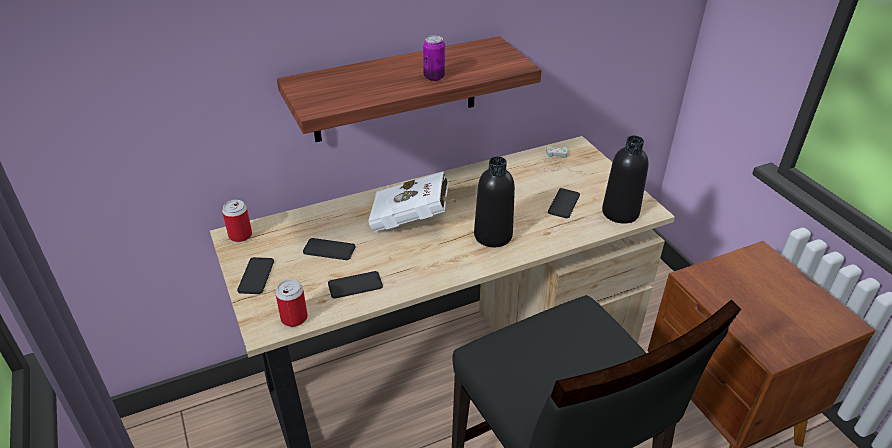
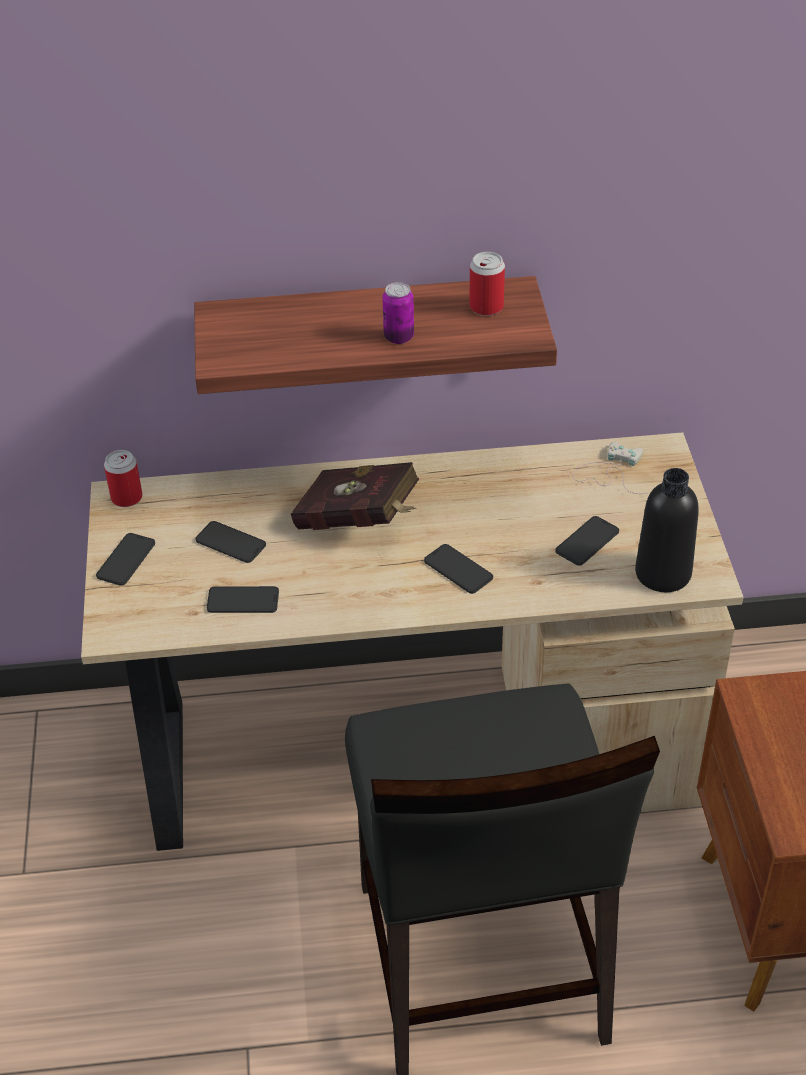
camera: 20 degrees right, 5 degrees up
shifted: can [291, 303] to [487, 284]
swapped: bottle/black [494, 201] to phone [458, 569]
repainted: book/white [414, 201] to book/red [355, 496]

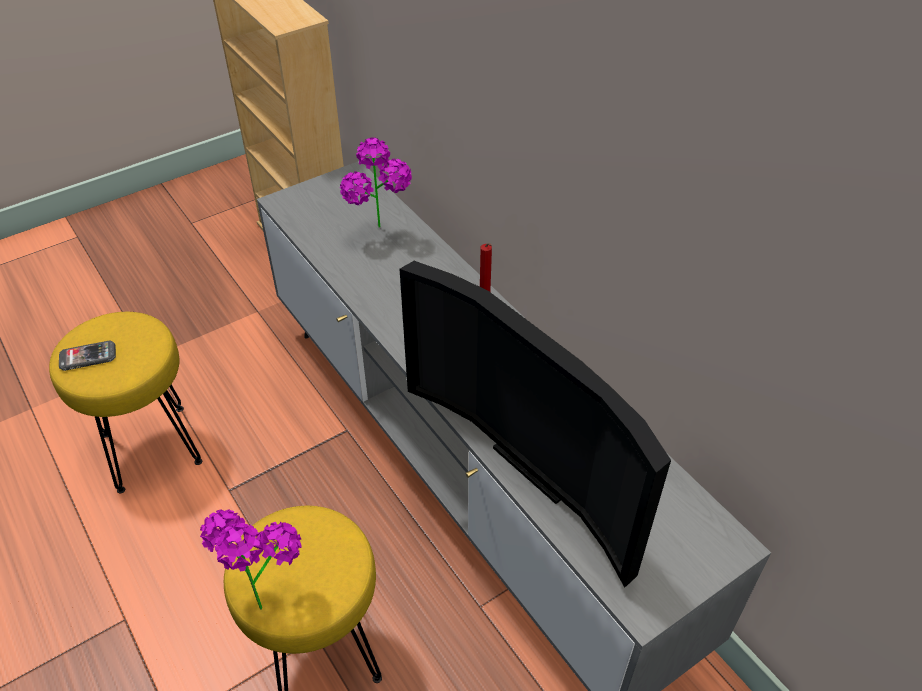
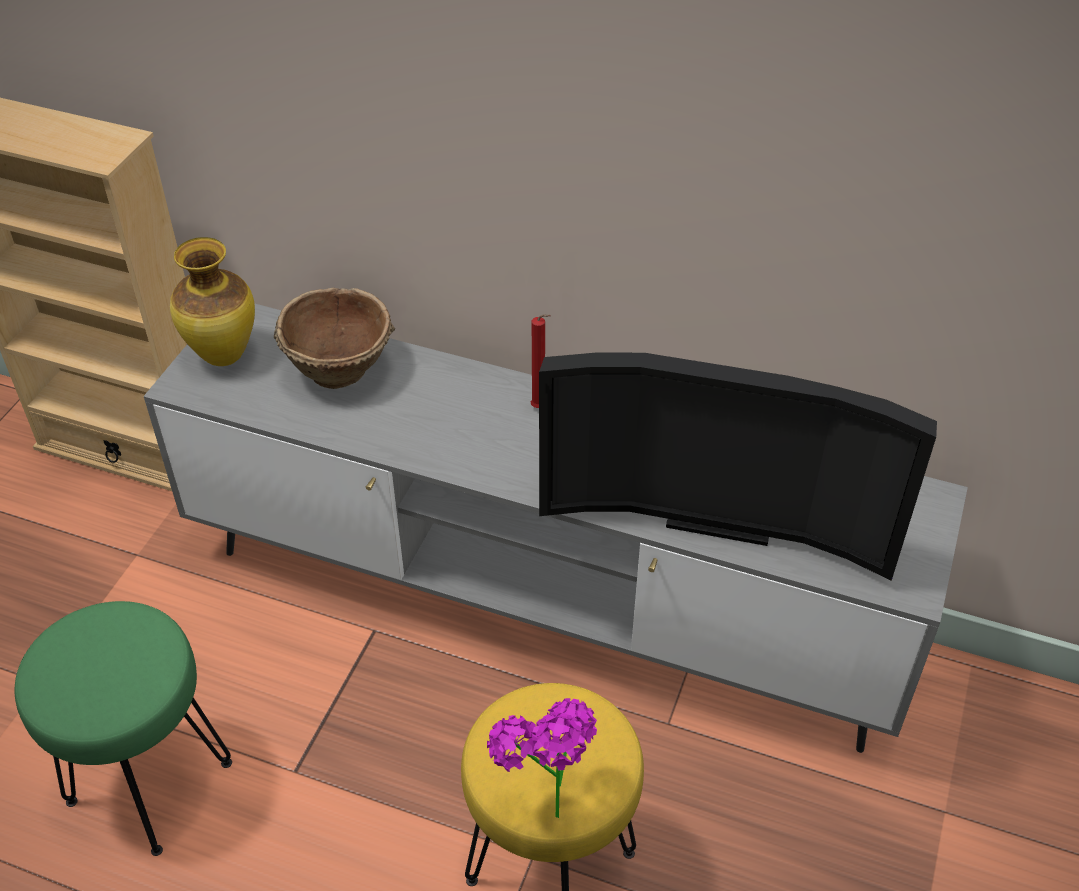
camera: 35 degrees left, 0 degrees up
gone: phone [87, 355]
new: vase [212, 301]
swapped: potted plant [376, 182] to bowl/brown [334, 338]
repainted: stool/yellow [126, 402] to stool/green [123, 728]

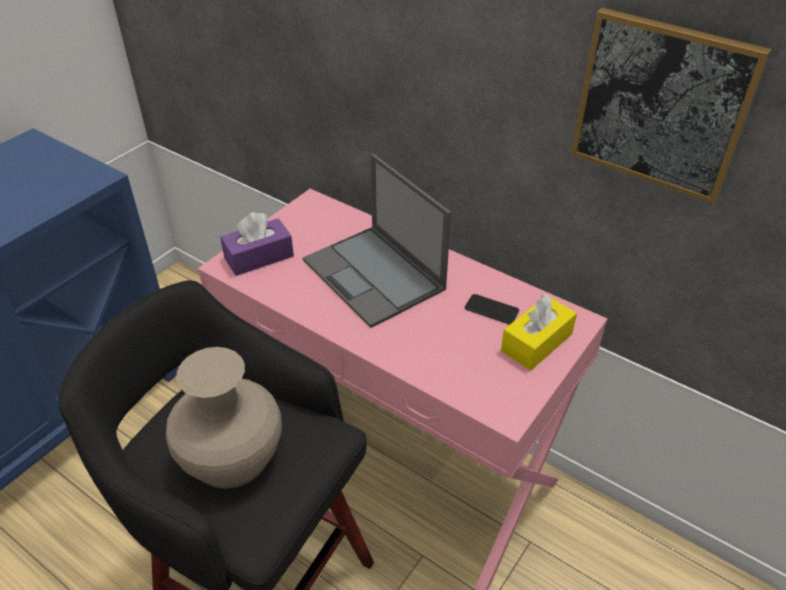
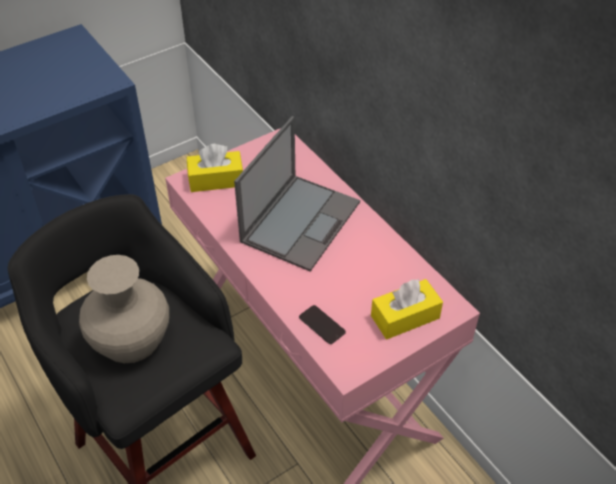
camera: 20 degrees right, 5 degrees up
gone: picture [671, 106]
shifted: phone [492, 309] to [322, 324]
repainted: tissue box/purple [257, 244] to tissue box/yellow [215, 168]
rotated: laptop [377, 241] = [297, 194] 135 degrees counterclockwise

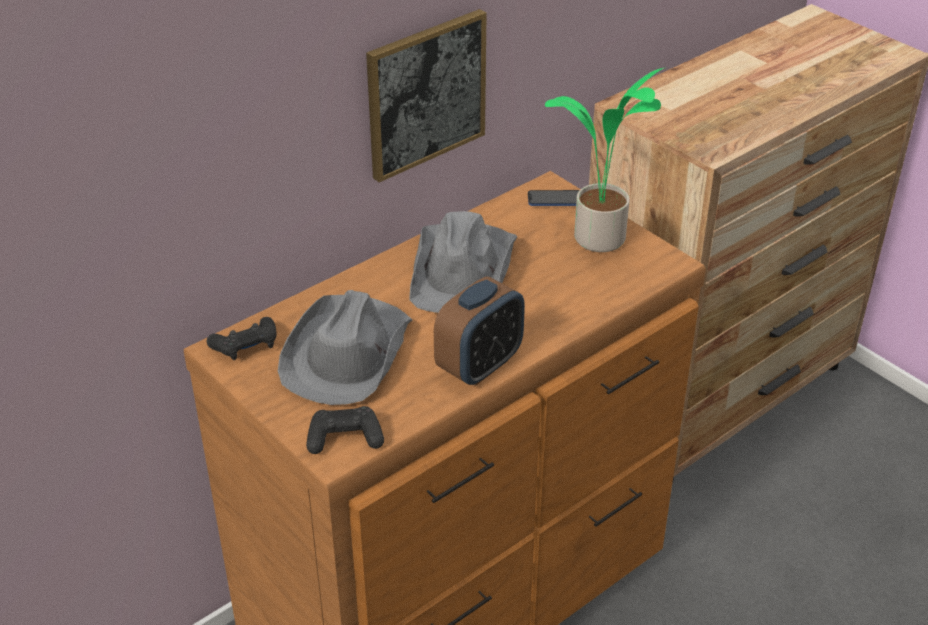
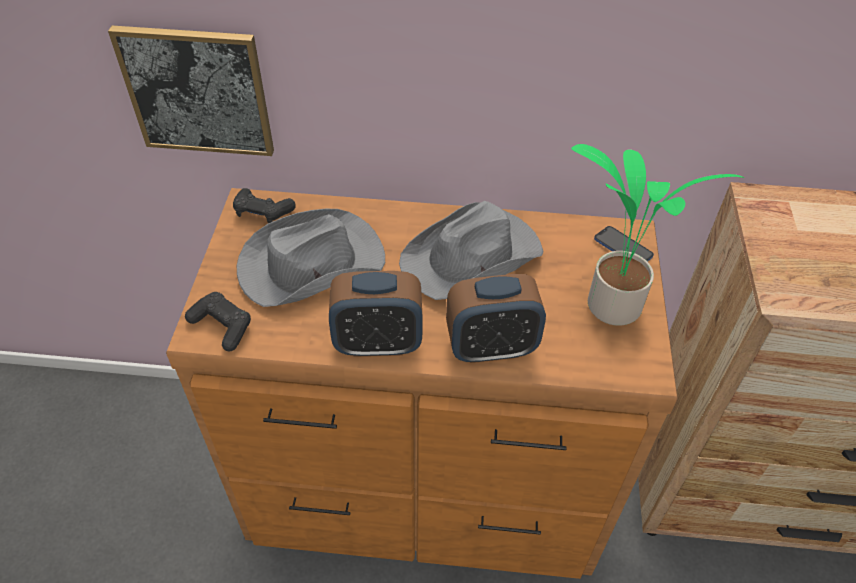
camera: 45 degrees right, 10 degrees up
new: alarm clock [496, 318]
shifted: picture [426, 95] to [191, 90]

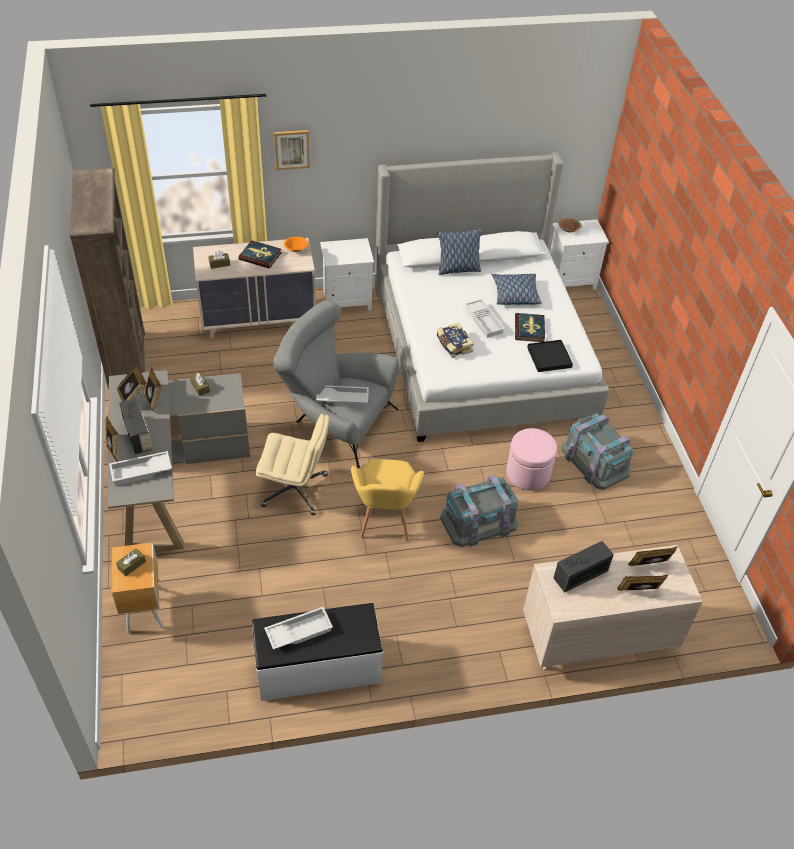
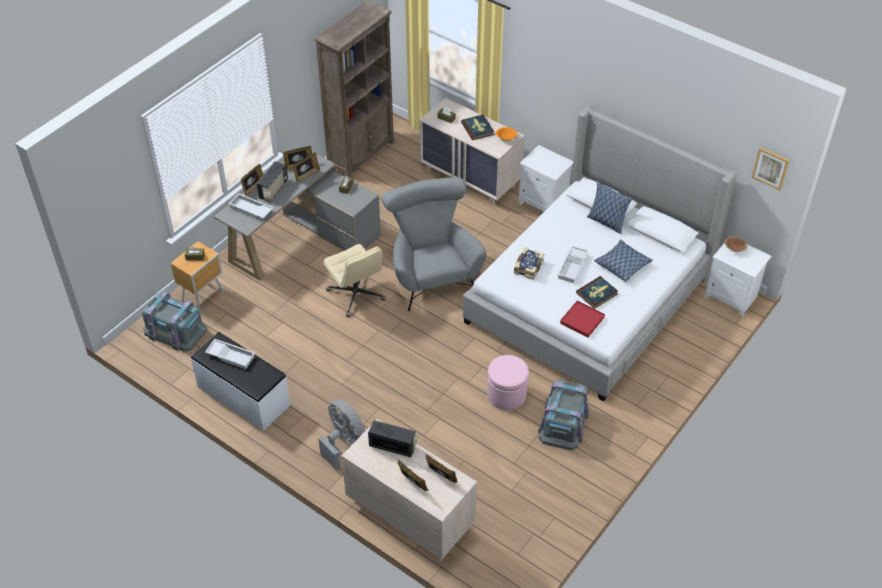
camera: 50 degrees right, 0 degrees up
gone: tray/white [342, 396]; armchair/yellow [387, 500]
new: fan/grey [341, 435]
shifted: picture [292, 150] to [771, 168]; storage box/grey [479, 511] to [174, 321]
repainted: tray/black [550, 356] to tray/red [582, 319]

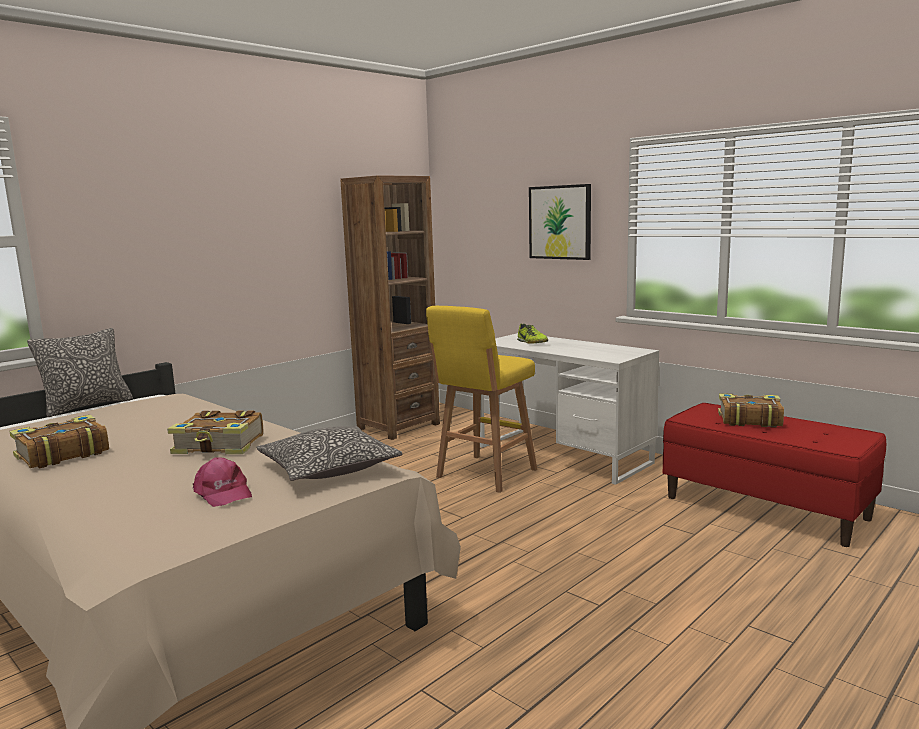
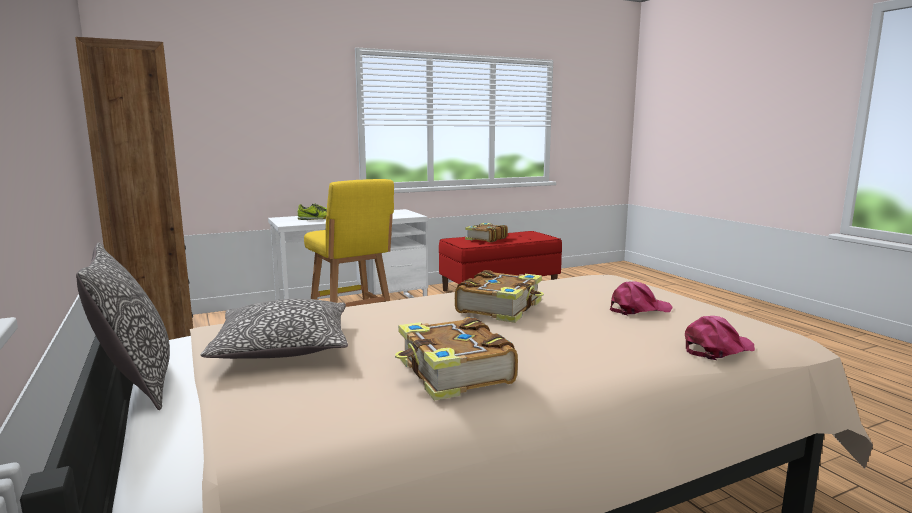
camera: 70 degrees left, 0 degrees up
gone: picture [560, 222]
new: cap/pink [720, 338]
shifted: pillow [329, 453] to [274, 329]

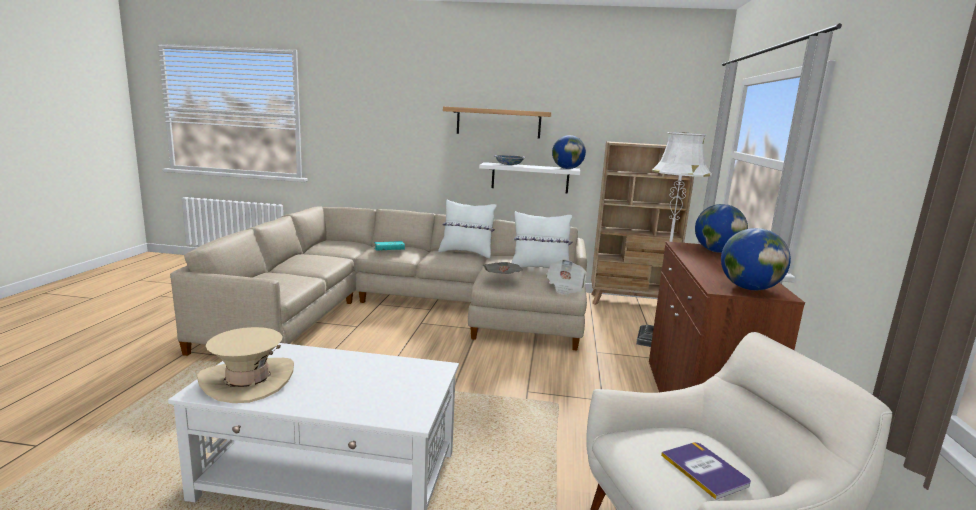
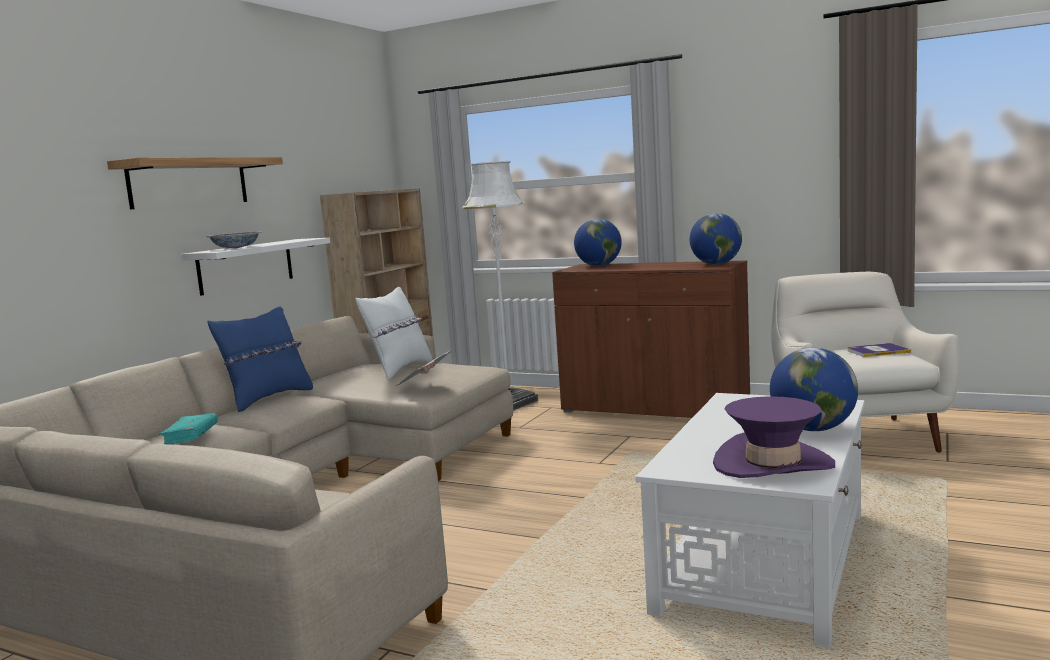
camera: 70 degrees left, 5 degrees down
gone: newspaper [566, 277]
shifted: globe [569, 152] to [814, 389]
repainted: pillow/white [467, 229] to pillow/blue [260, 359]; hat/beige [245, 365] to hat/purple [774, 437]

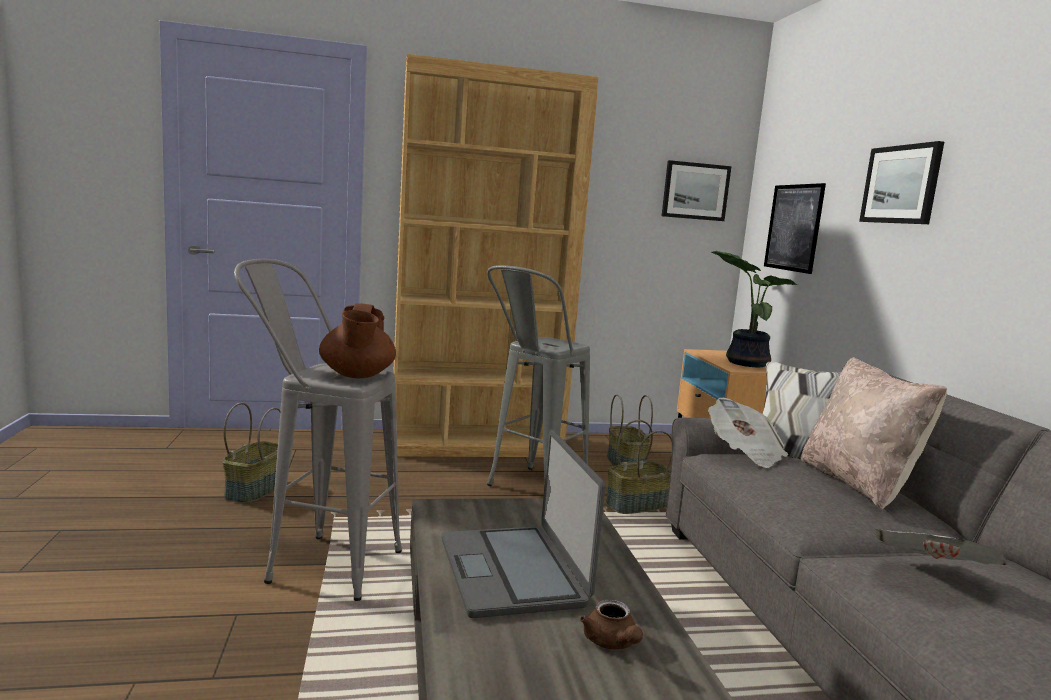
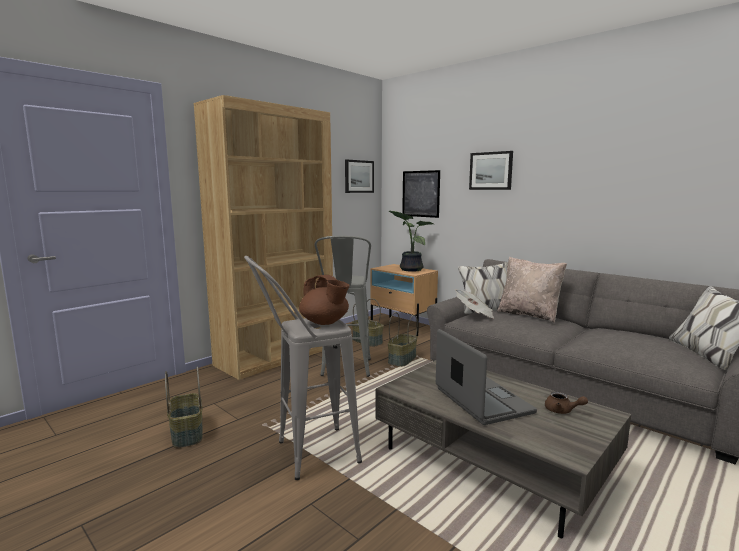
camera: 35 degrees left, 0 degrees up
gone: newspaper [941, 547]
rotated: laptop [523, 524] = [486, 377] 150 degrees counterclockwise

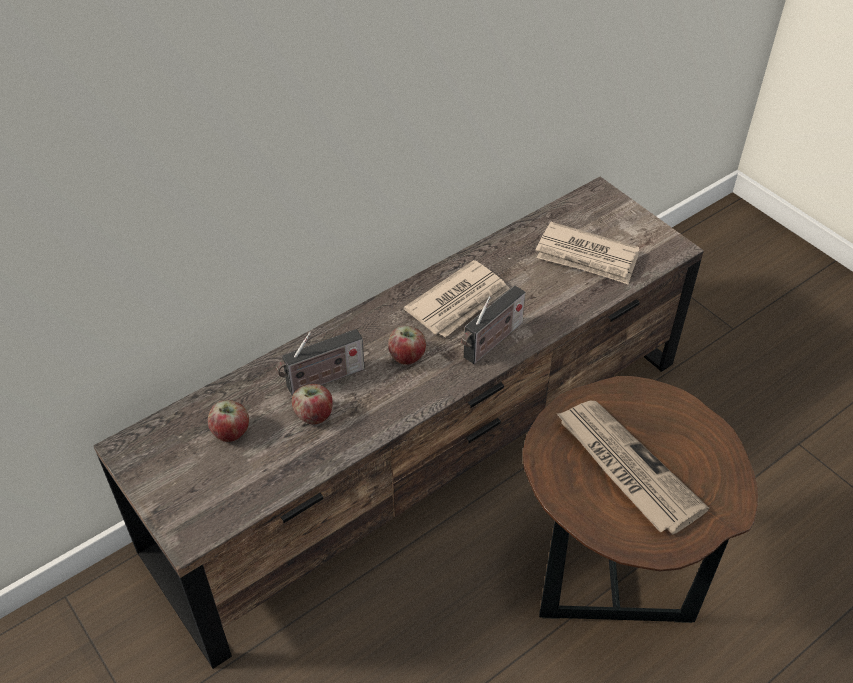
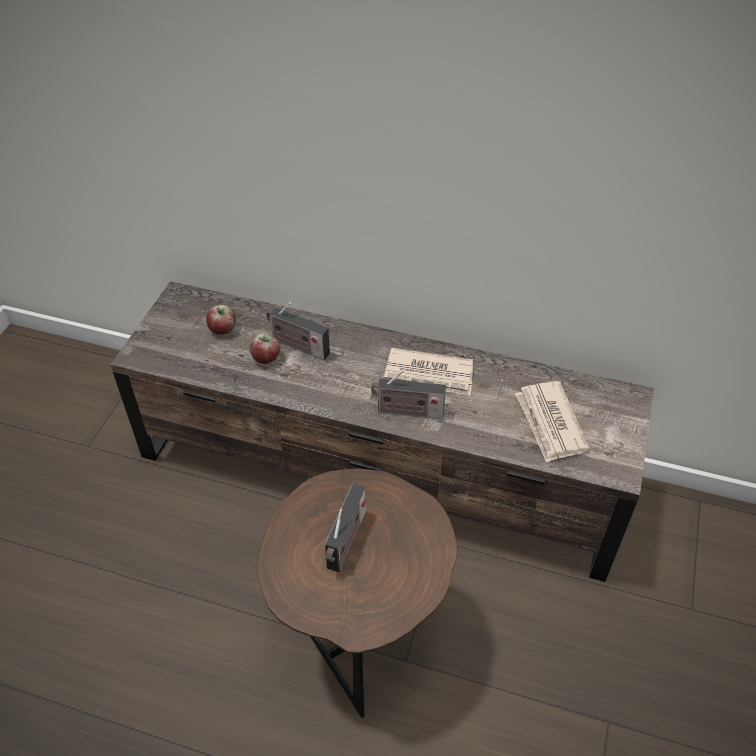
camera: 55 degrees right, 0 degrees up
gone: apple [407, 345]
swapped: newspaper [632, 468] to radio [345, 527]

